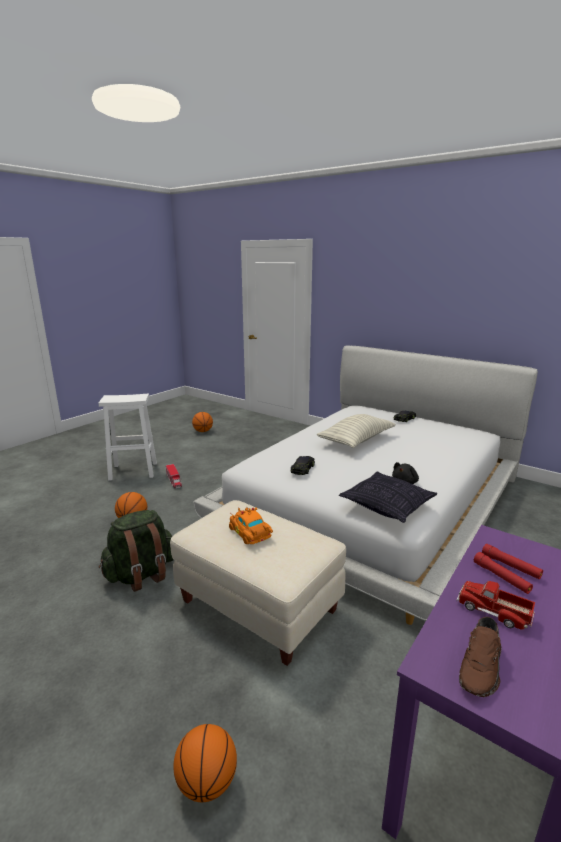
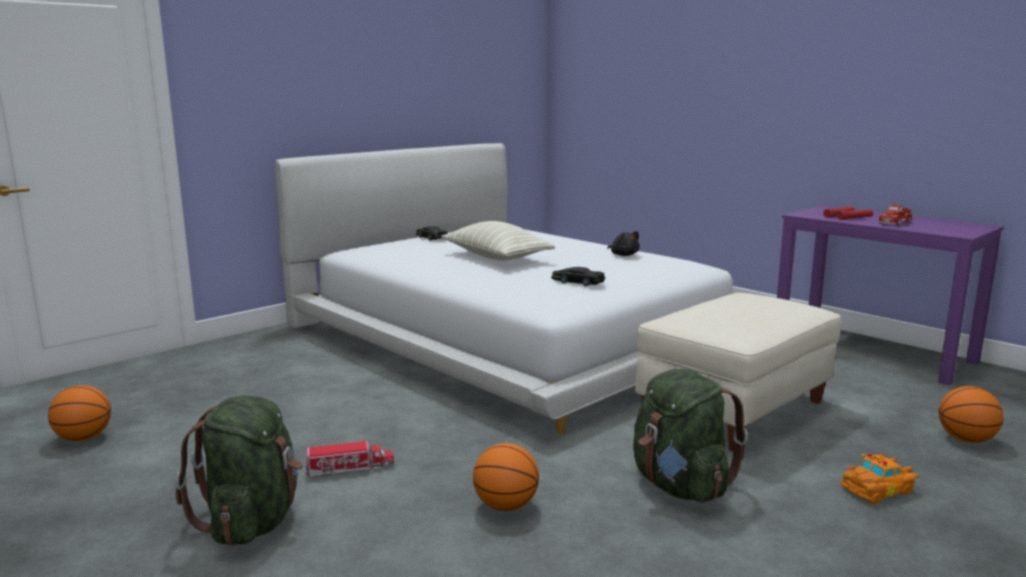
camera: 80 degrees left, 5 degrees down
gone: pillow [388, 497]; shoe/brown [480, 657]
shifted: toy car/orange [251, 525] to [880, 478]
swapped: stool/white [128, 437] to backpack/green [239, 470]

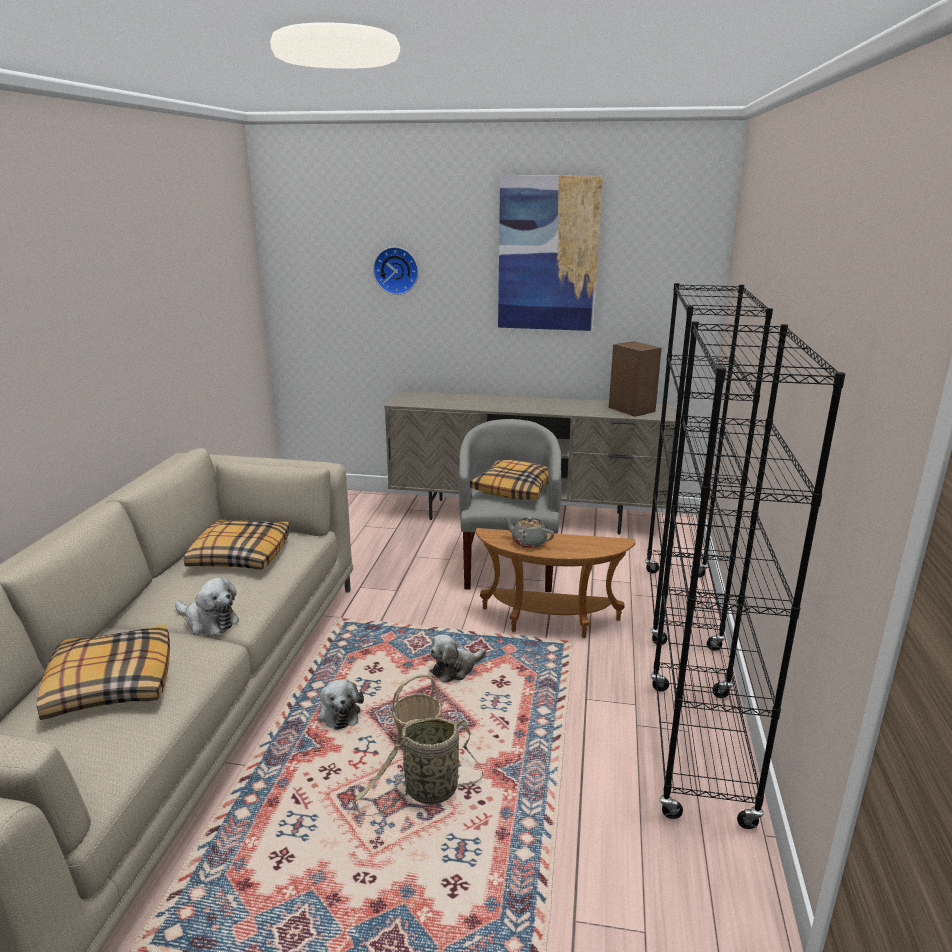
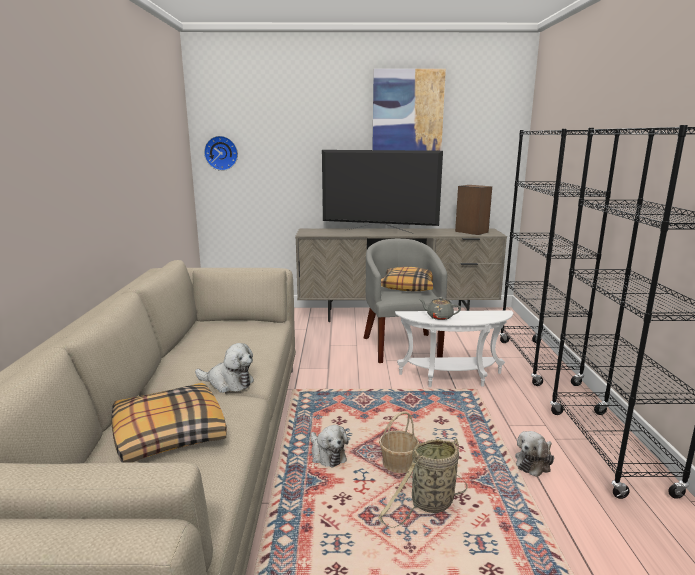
camera: 10 degrees left, 5 degrees down
gone: pillow [236, 545]
new: television [382, 192]
shifted: wall clock [395, 271] to [221, 153]; plush toy [458, 658] to [534, 454]
repainted: side table/brown [555, 583] to side table/white [454, 348]

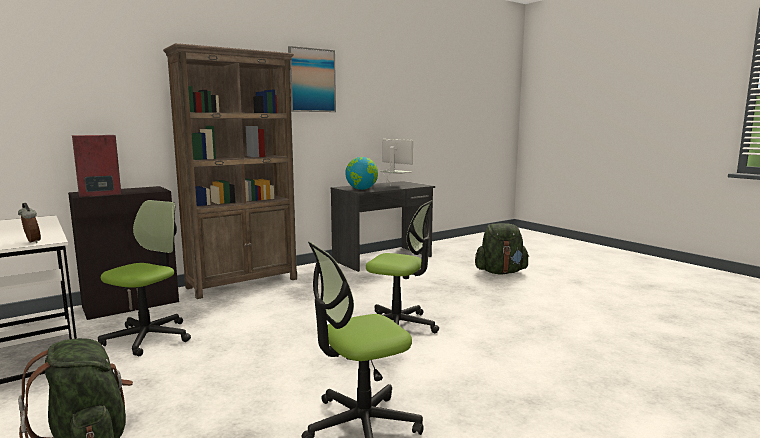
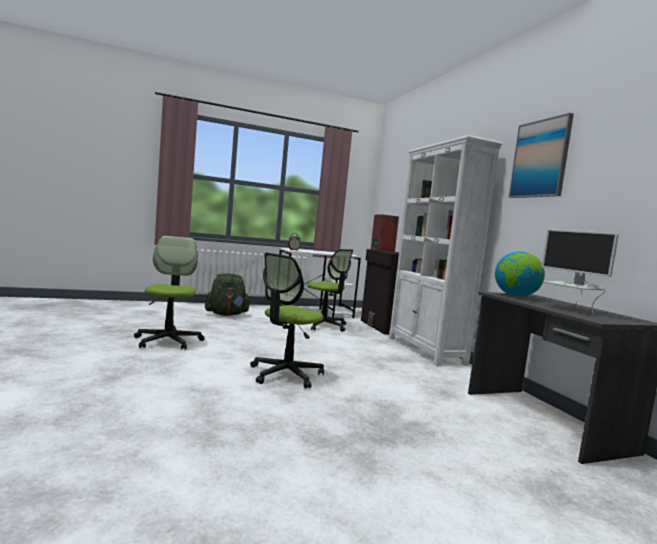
camera: 105 degrees right, 5 degrees down
gone: backpack/green [502, 249]
repainted: bookcase/brown [230, 171] to bookcase/white [445, 250]
rotated: monitor [396, 161] = [580, 272] 90 degrees clockwise

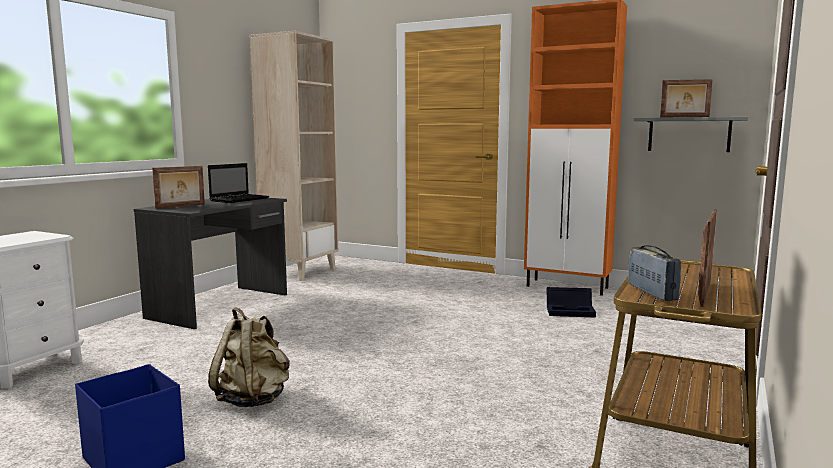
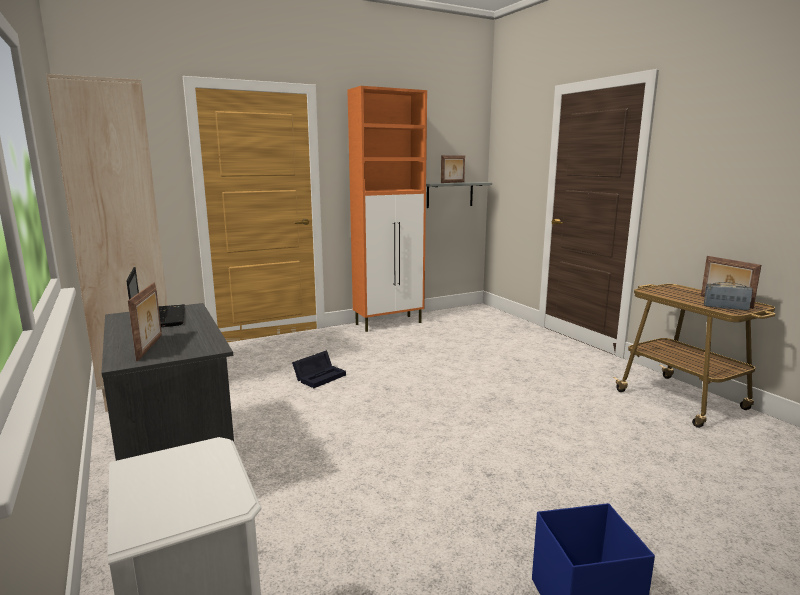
camera: 55 degrees left, 5 degrees up
gone: backpack/beige [249, 357]
shifted: storage box/black [571, 302] to [319, 369]

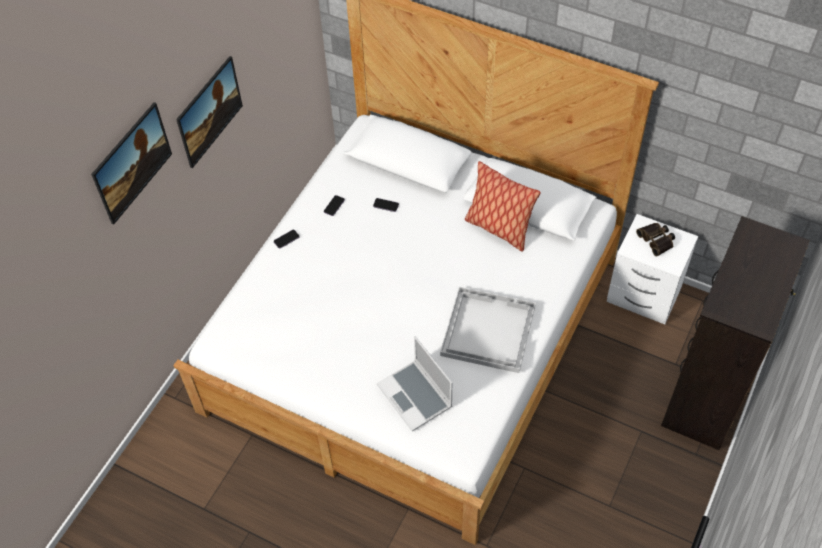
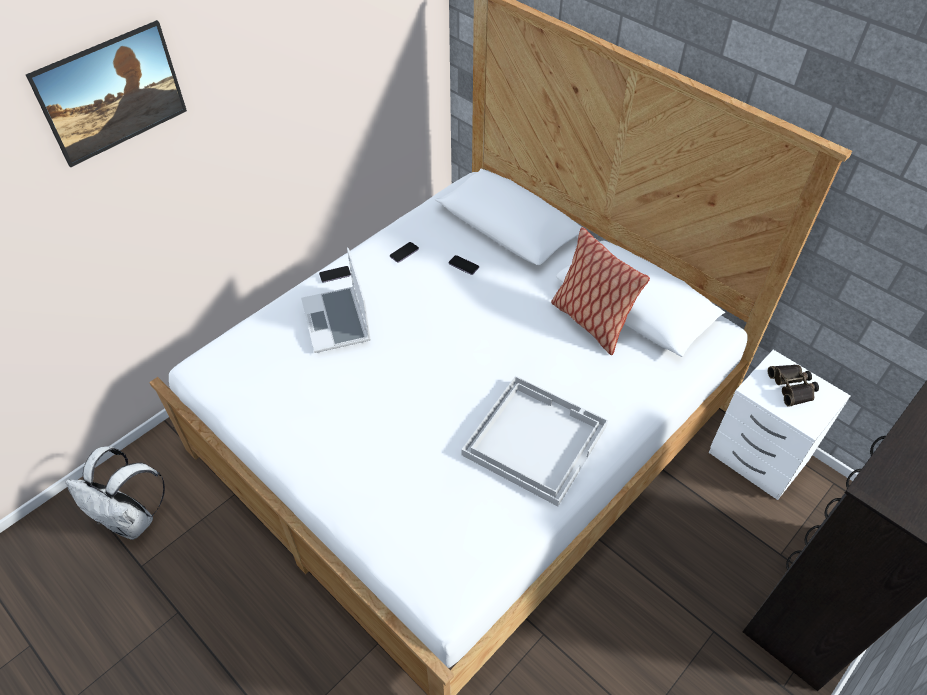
camera: 15 degrees right, 5 degrees down
gone: picture [209, 112]
new: backpack/white [115, 493]
shifted: laptop [415, 384] to [336, 300]

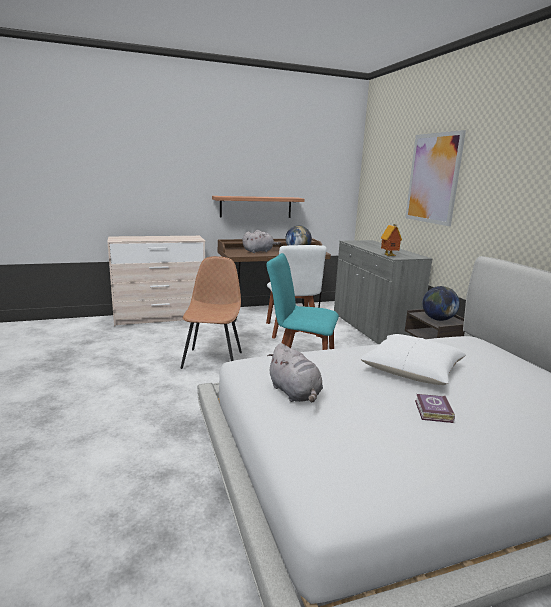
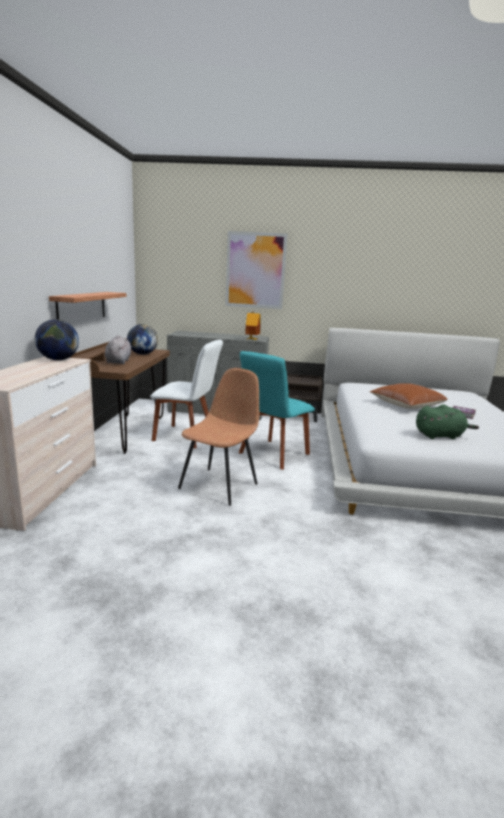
camera: 65 degrees left, 0 degrees up
shifted: globe [441, 303] to [57, 339]
repainted: pillow/white [413, 359] to pillow/brown [409, 396]; plush toy/grey [295, 373] to plush toy/green [447, 421]
rotated: chair/brown [211, 312] = [218, 437] 90 degrees clockwise

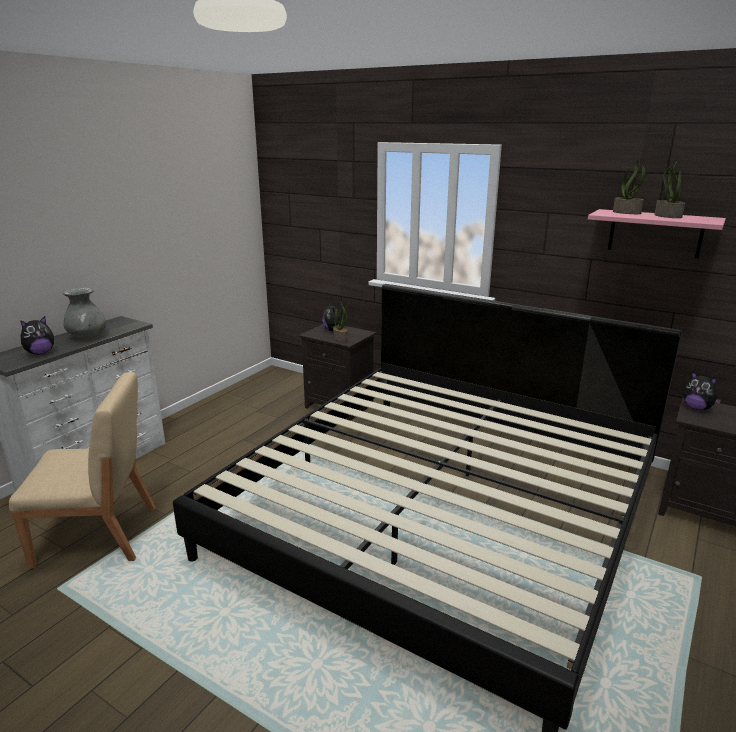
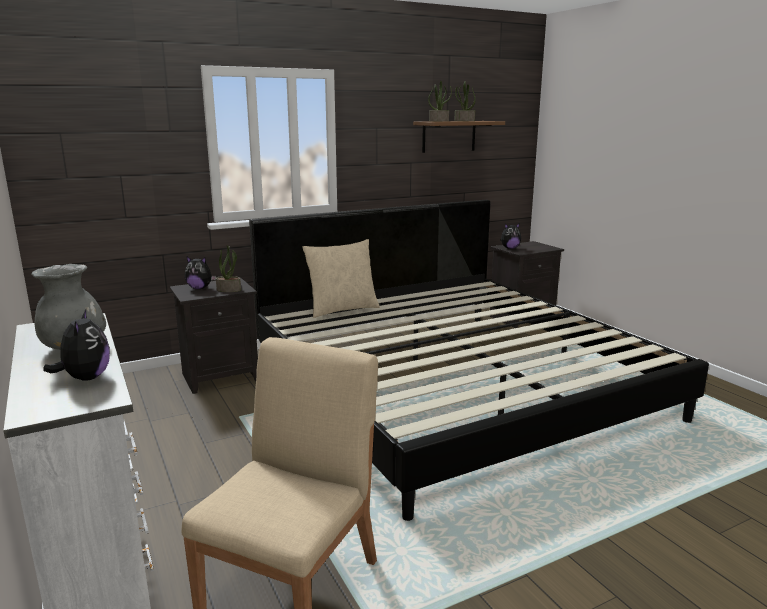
camera: 60 degrees left, 5 degrees down
new: pillow/beige [341, 278]
repainted: shelf/pink [657, 234] to shelf/brown [459, 137]

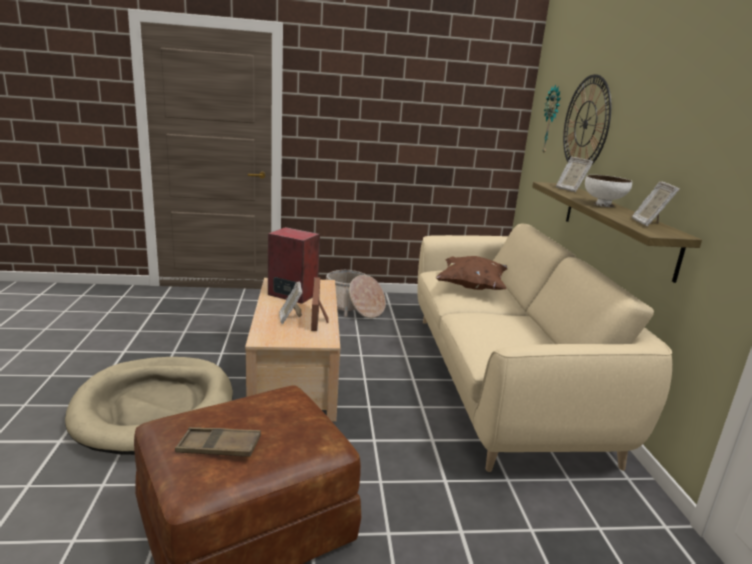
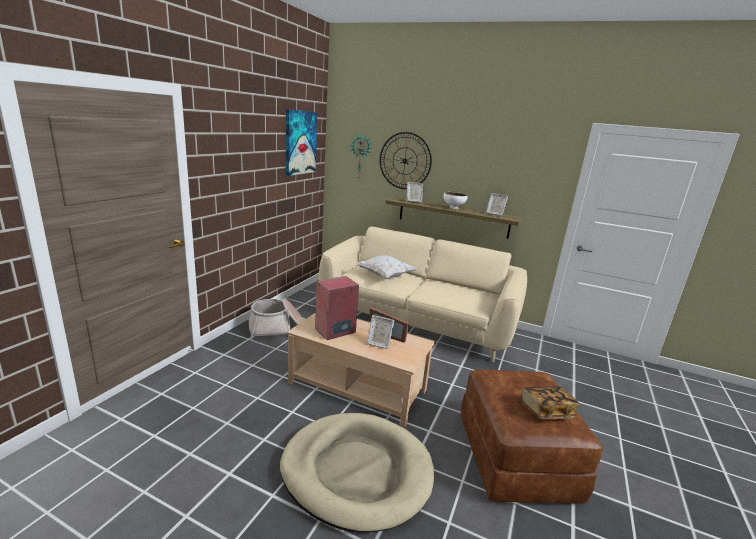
camera: 60 degrees left, 0 degrees up
new: picture [301, 142]
swapped: tray/brown [218, 442] to book [550, 402]
repainted: pillow/brown [471, 273] to pillow/white [386, 267]

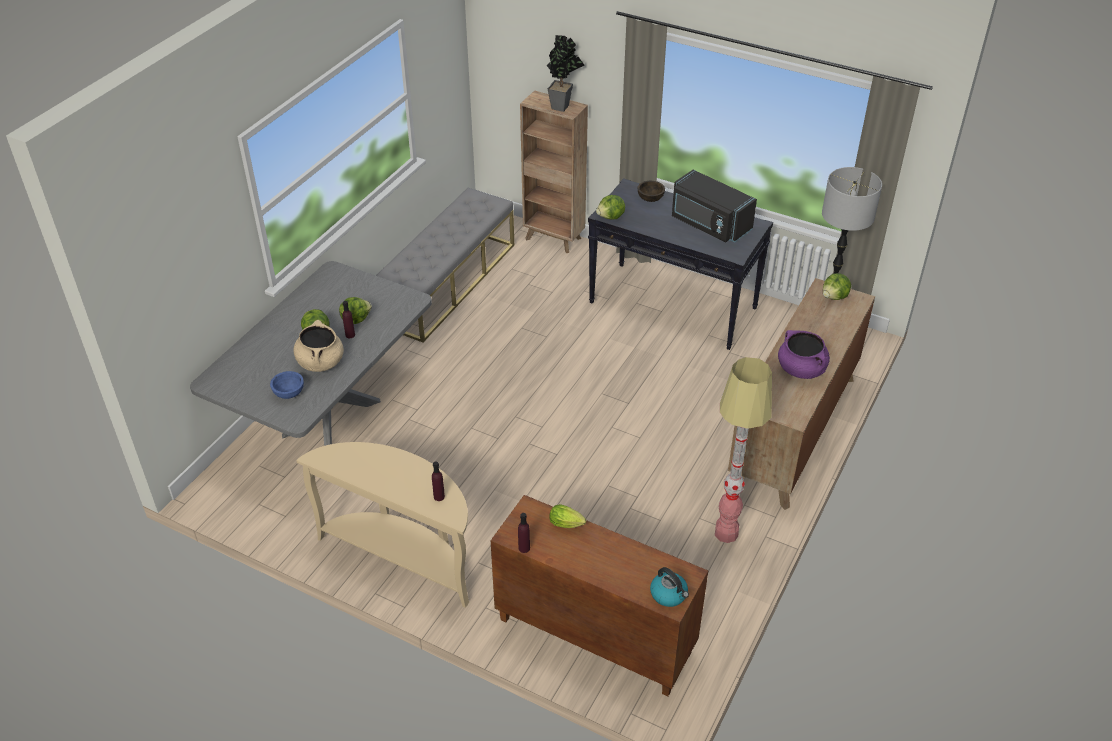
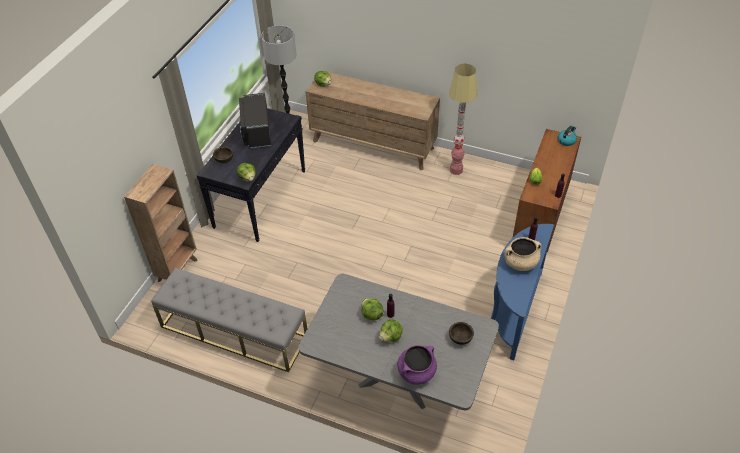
camera: 95 degrees left, 5 degrees up
gone: potted plant [565, 73]
shifted: cooking pot/beige [318, 346] to [522, 254]; cooking pot/purple [804, 354] to [417, 365]
repainted: bowl/blue [287, 385] to bowl/brown [461, 333]; console table/beige [382, 525] to console table/blue [522, 292]
rotated: microwave/black [714, 206] = [255, 120] 135 degrees clockwise

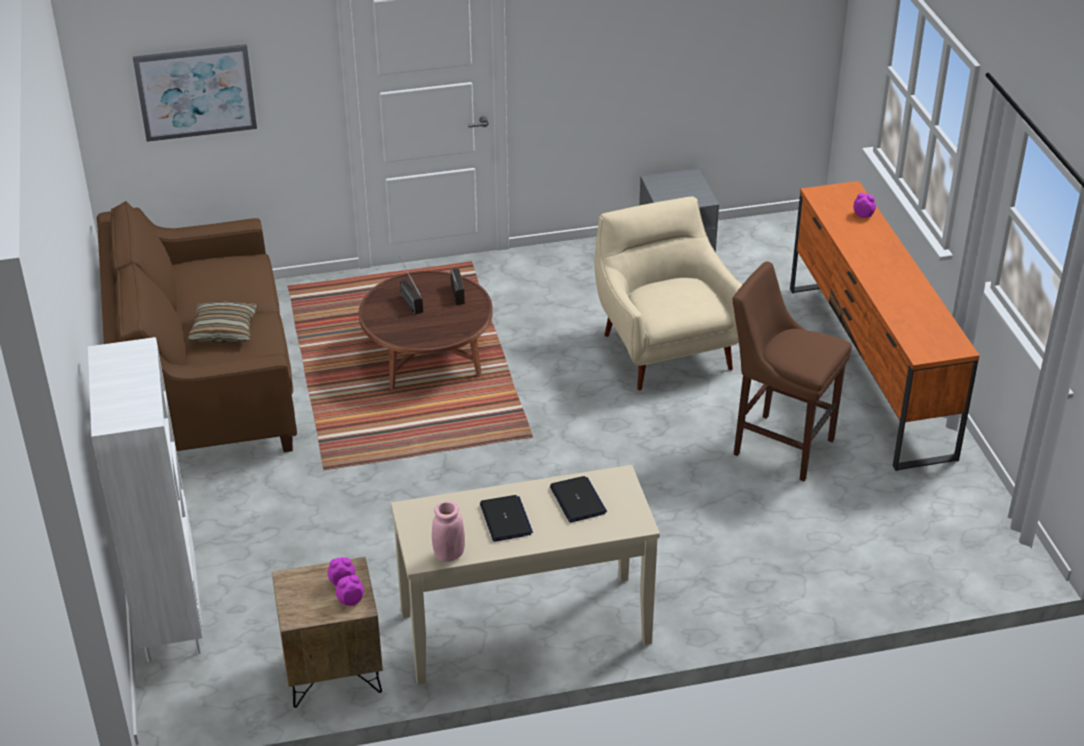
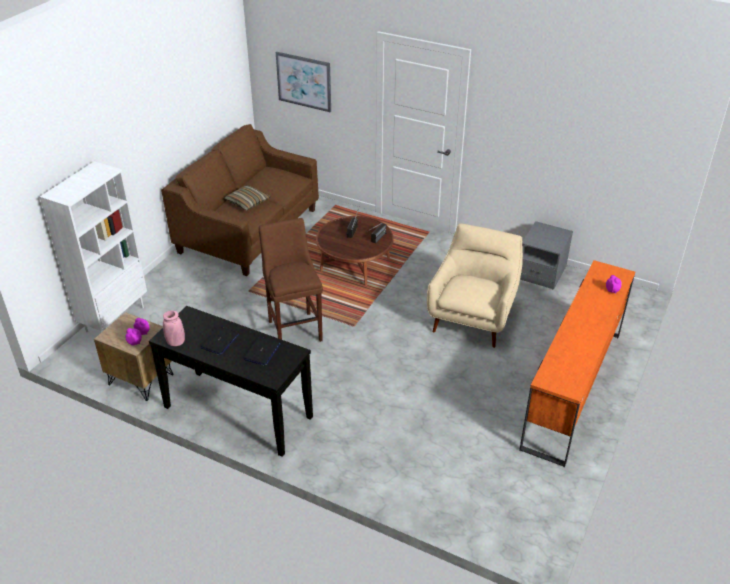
camera: 40 degrees right, 0 degrees up
shifted: stool/brown [792, 371] to [291, 280]
repainted: console table/beige [525, 575] to console table/black [231, 381]

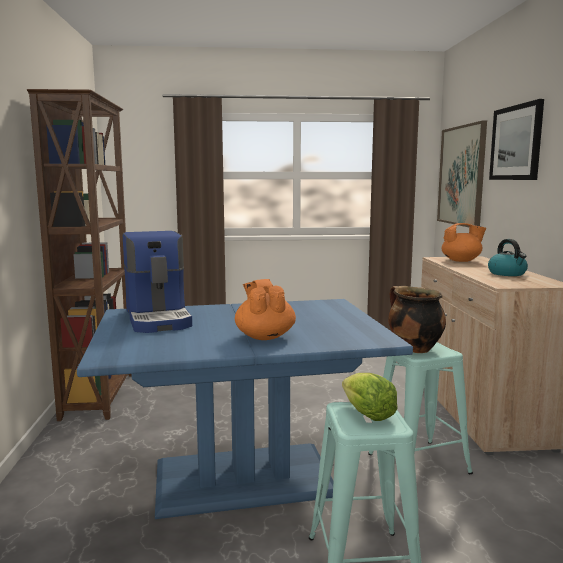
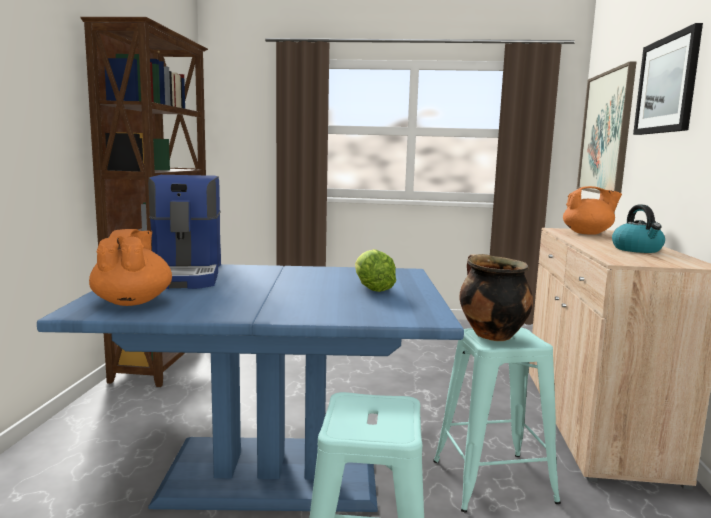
camera: 10 degrees right, 0 degrees up
shifted: teapot/orange [265, 309] to [130, 267]; lettuce [369, 397] to [375, 270]

